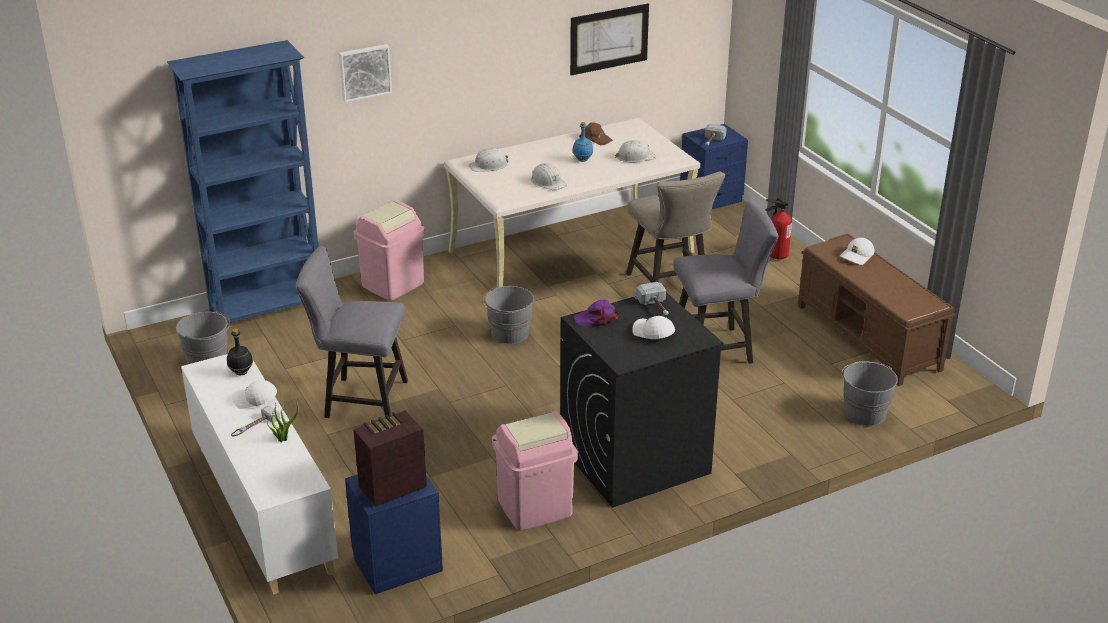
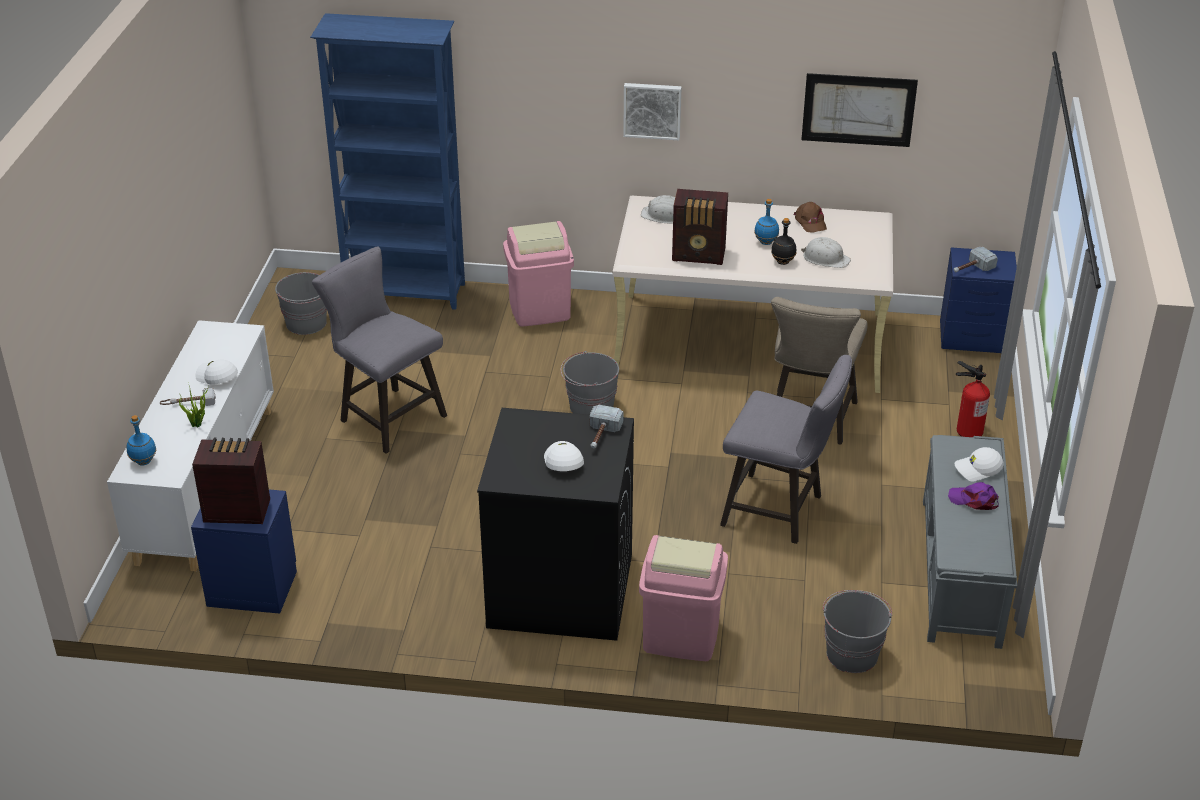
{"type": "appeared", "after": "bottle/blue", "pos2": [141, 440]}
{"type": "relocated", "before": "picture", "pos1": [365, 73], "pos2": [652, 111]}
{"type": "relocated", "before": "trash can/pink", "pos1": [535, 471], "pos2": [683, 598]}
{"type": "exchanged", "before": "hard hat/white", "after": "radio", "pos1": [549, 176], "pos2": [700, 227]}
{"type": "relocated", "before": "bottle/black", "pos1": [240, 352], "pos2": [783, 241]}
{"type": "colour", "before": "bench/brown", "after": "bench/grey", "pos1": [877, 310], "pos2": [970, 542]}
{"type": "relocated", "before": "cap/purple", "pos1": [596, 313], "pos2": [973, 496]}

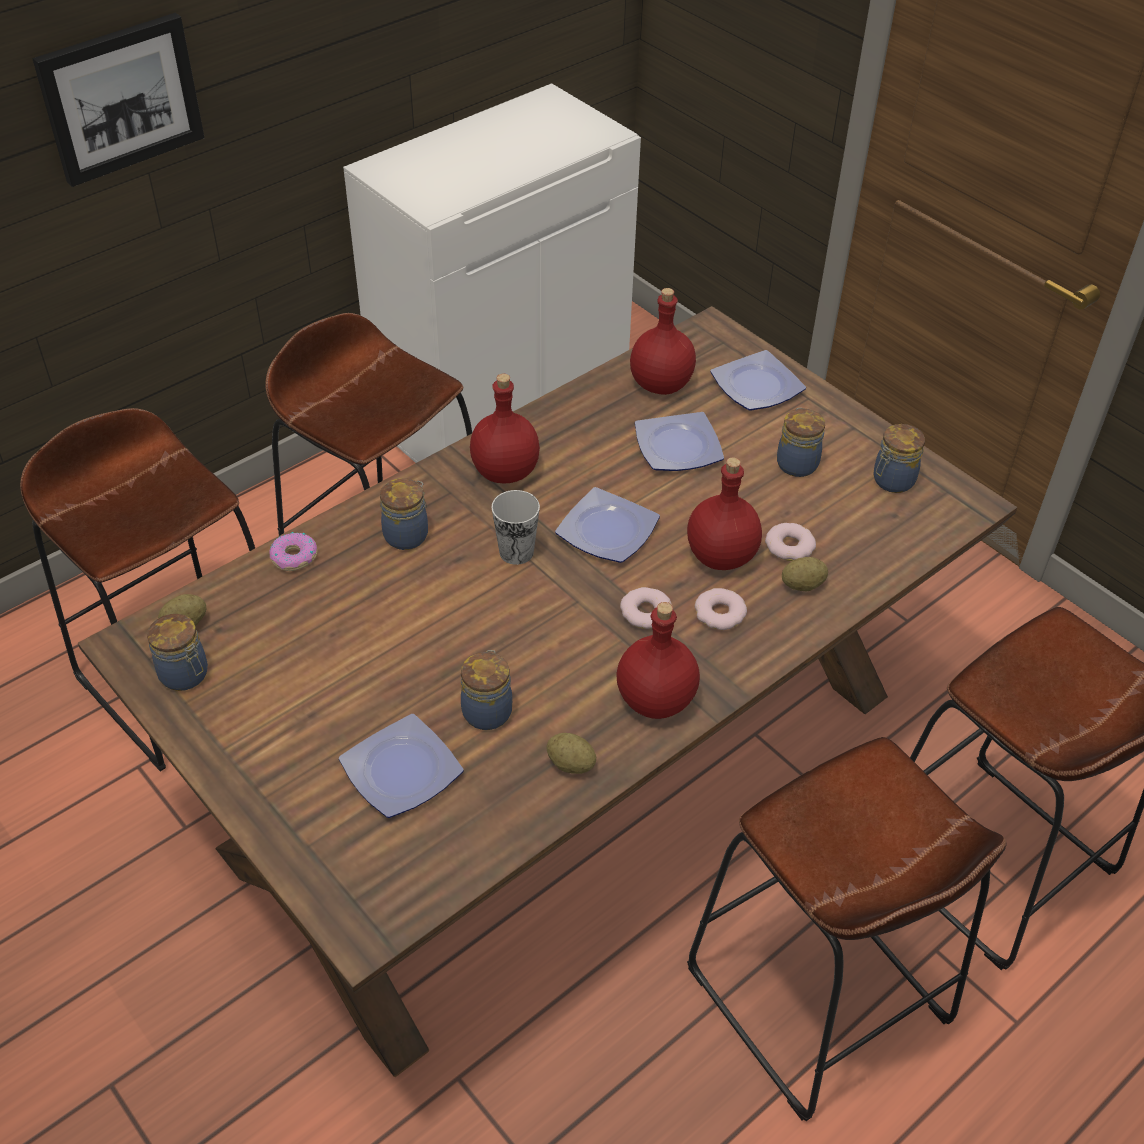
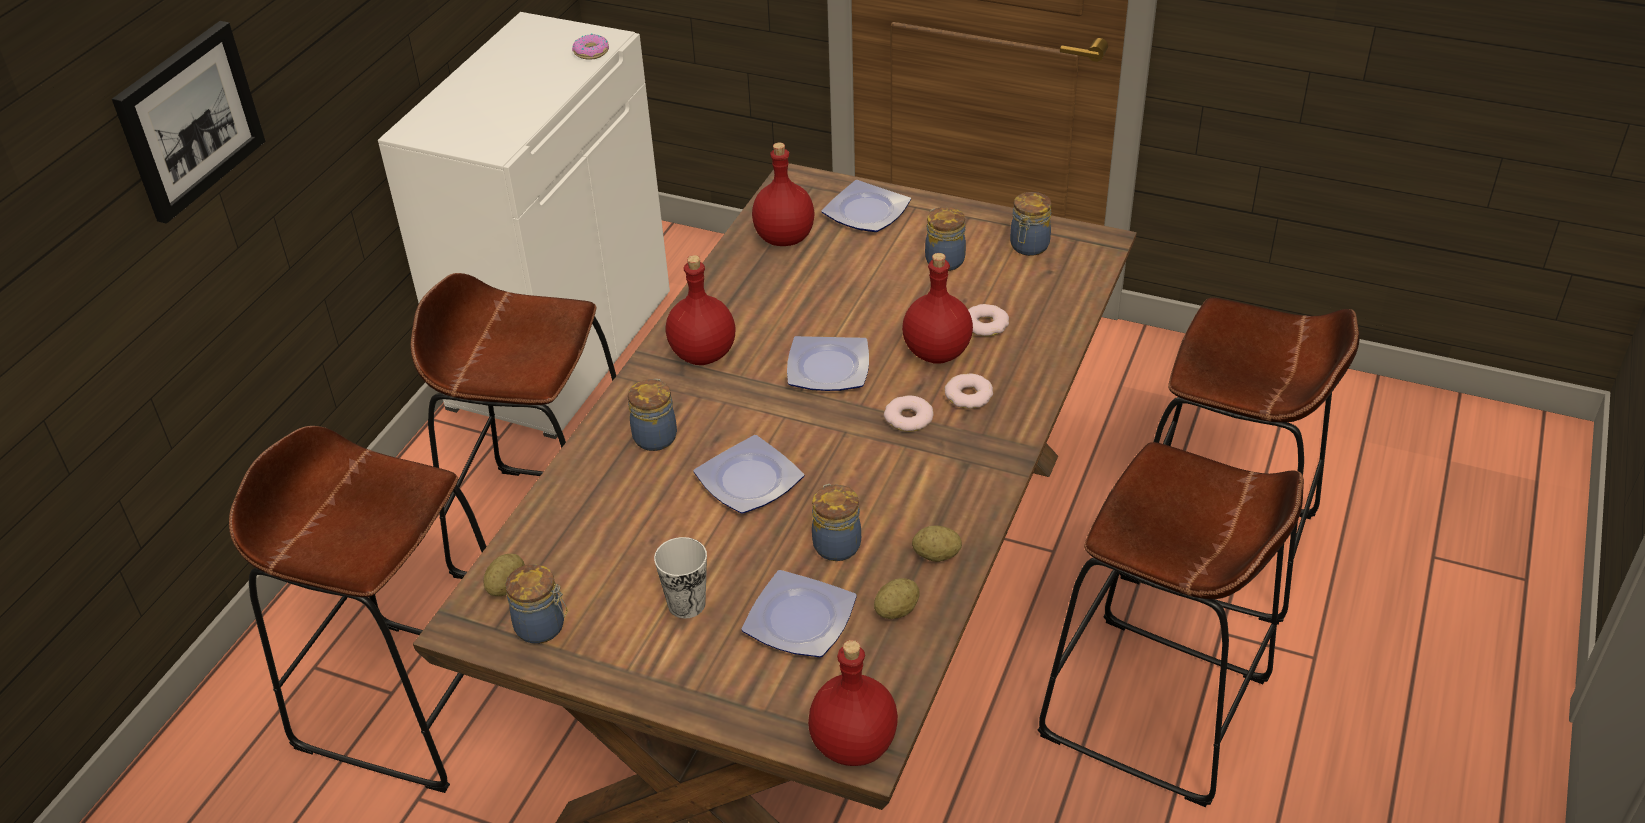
{"type": "relocated", "before": "donut", "pos1": [293, 551], "pos2": [590, 47]}
{"type": "relocated", "before": "cup", "pos1": [516, 527], "pos2": [680, 578]}
{"type": "relocated", "before": "plate", "pos1": [679, 441], "pos2": [749, 474]}
{"type": "relocated", "before": "bottle/red", "pos1": [658, 660], "pos2": [853, 703]}
{"type": "relocated", "before": "potato", "pos1": [805, 574], "pos2": [897, 598]}

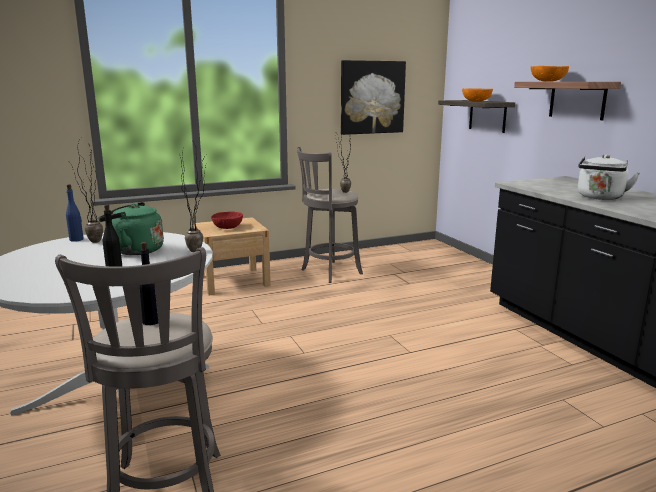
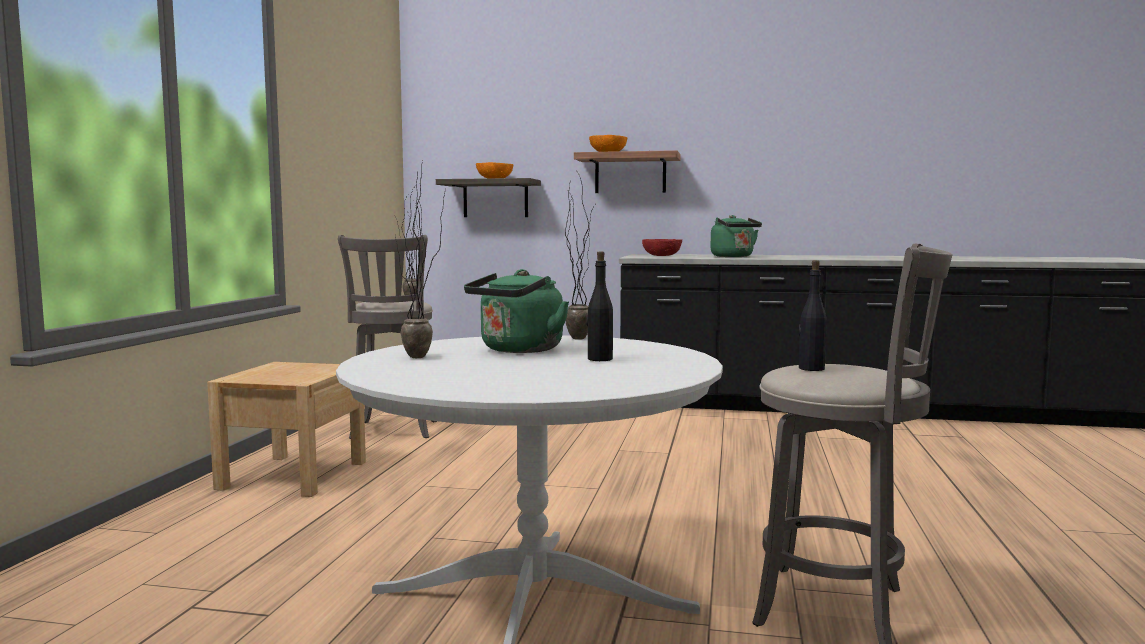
{"type": "relocated", "before": "bowl/red", "pos1": [227, 220], "pos2": [662, 247]}
{"type": "colour", "before": "kettle/white", "after": "kettle/green", "pos1": [609, 177], "pos2": [736, 236]}
{"type": "missing", "before": "bottle/blue", "pos1": [75, 213]}
{"type": "missing", "before": "picture", "pos1": [373, 97]}

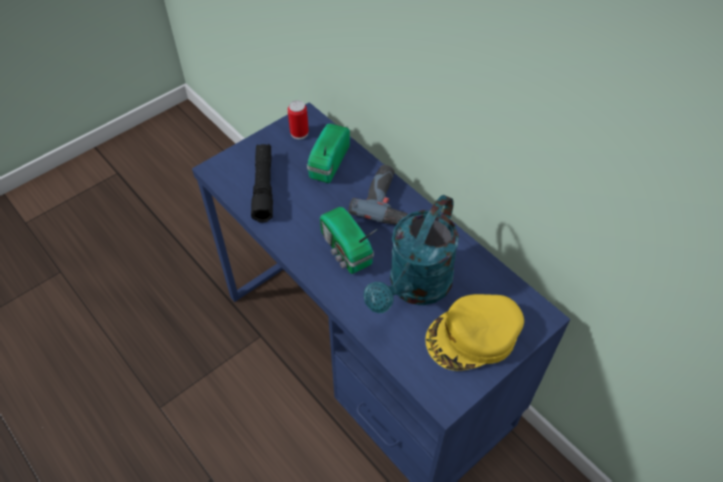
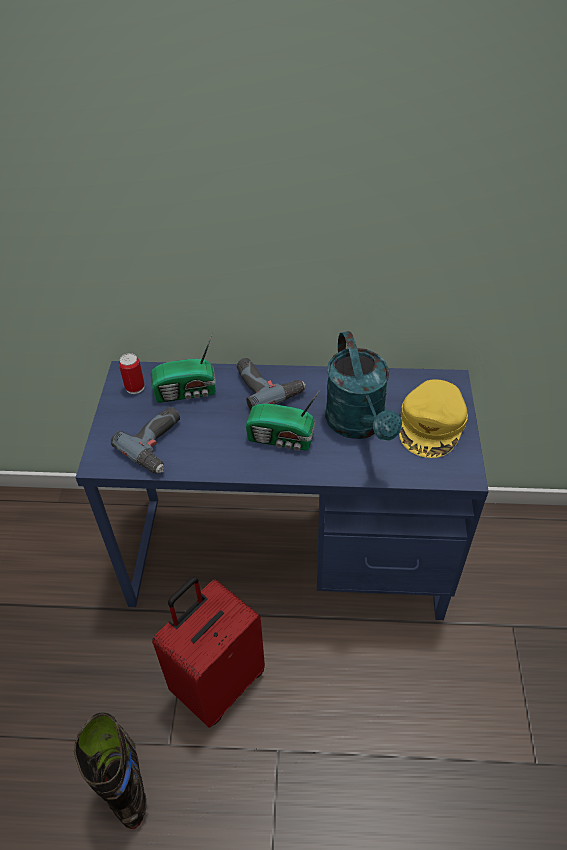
{"type": "appeared", "after": "boot/black", "pos2": [110, 770]}
{"type": "exchanged", "before": "flashlight/black", "after": "power drill", "pos1": [262, 183], "pos2": [145, 440]}
{"type": "spun", "before": "radio", "pos1": [328, 153], "pos2": [183, 368], "turn": -75}
{"type": "appeared", "after": "suitcase/red", "pos2": [208, 652]}

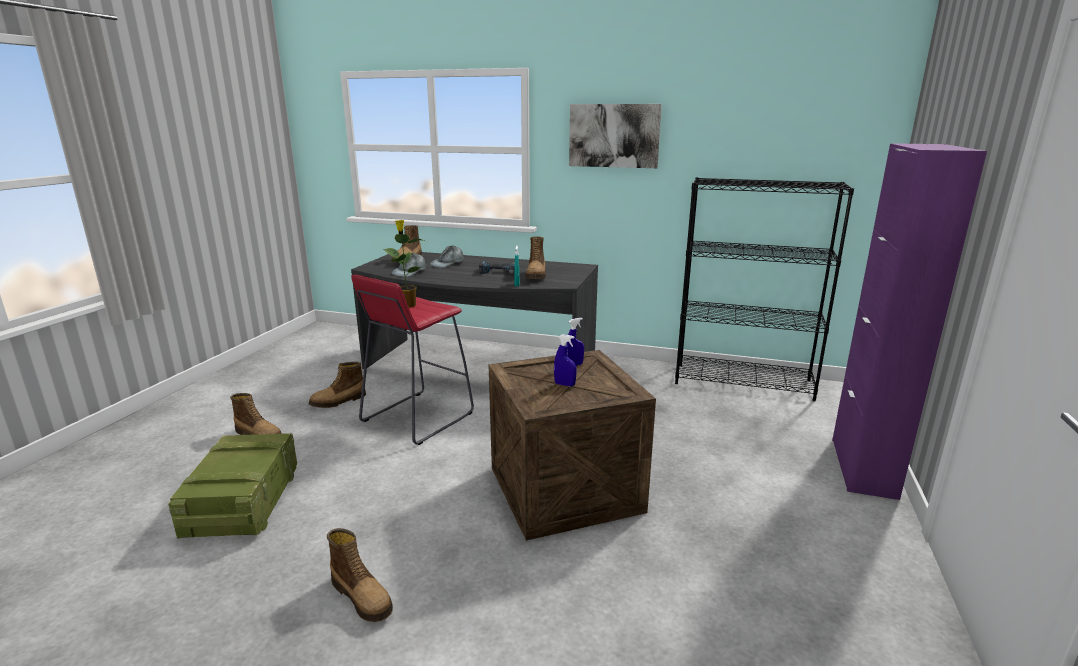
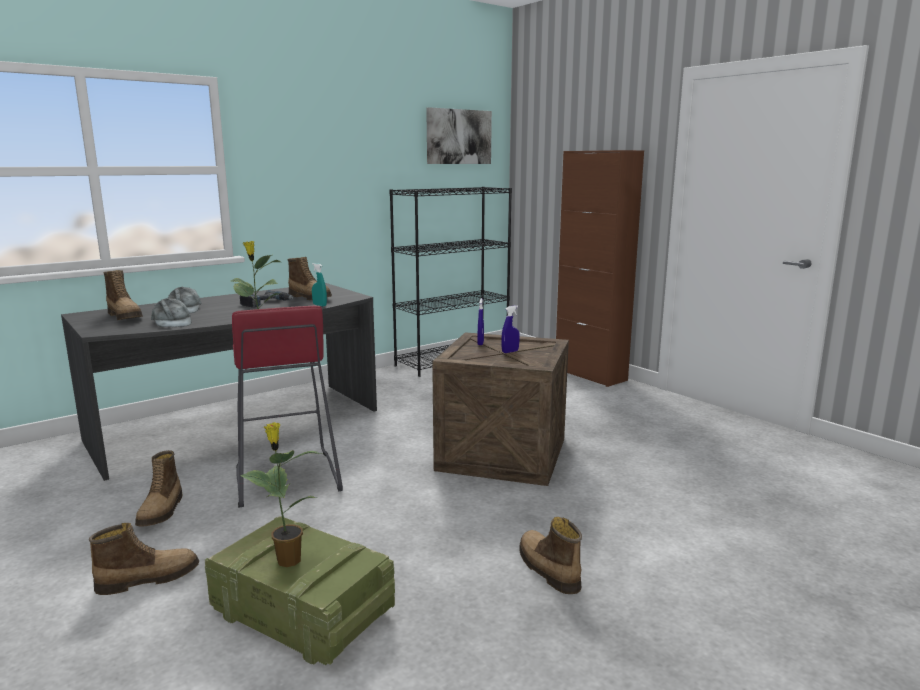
{"type": "appeared", "after": "potted plant", "pos2": [280, 494]}
{"type": "relocated", "before": "picture", "pos1": [615, 136], "pos2": [459, 135]}
{"type": "spun", "before": "boot", "pos1": [360, 575], "pos2": [550, 555], "turn": -105}
{"type": "colour", "before": "cabinet/purple", "after": "cabinet/brown", "pos1": [909, 321], "pos2": [600, 268]}

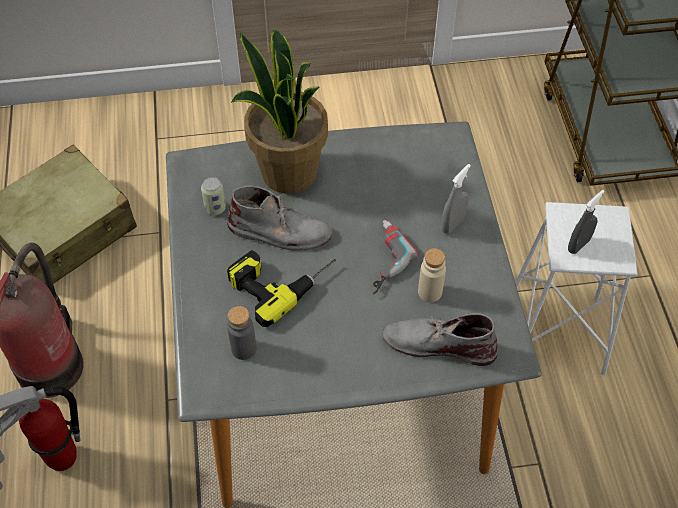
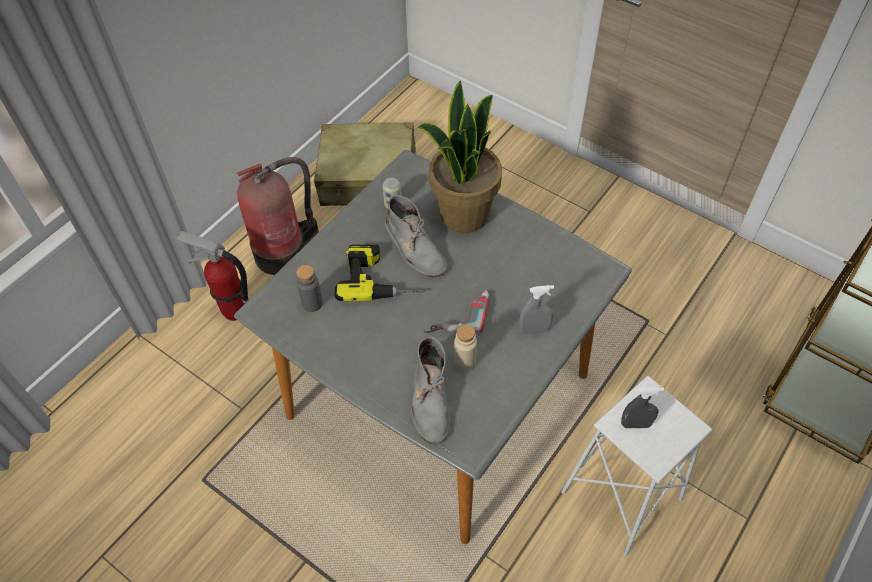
{"type": "spun", "before": "boot/grey", "pos1": [440, 339], "pos2": [431, 390], "turn": -150}

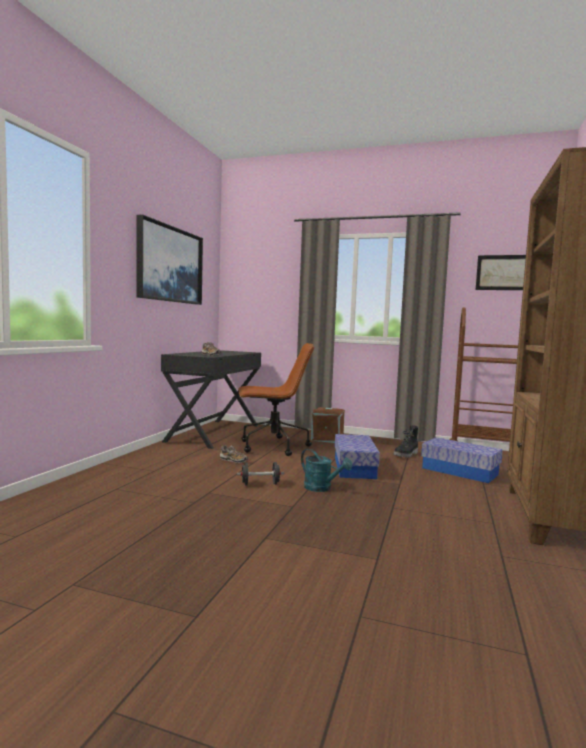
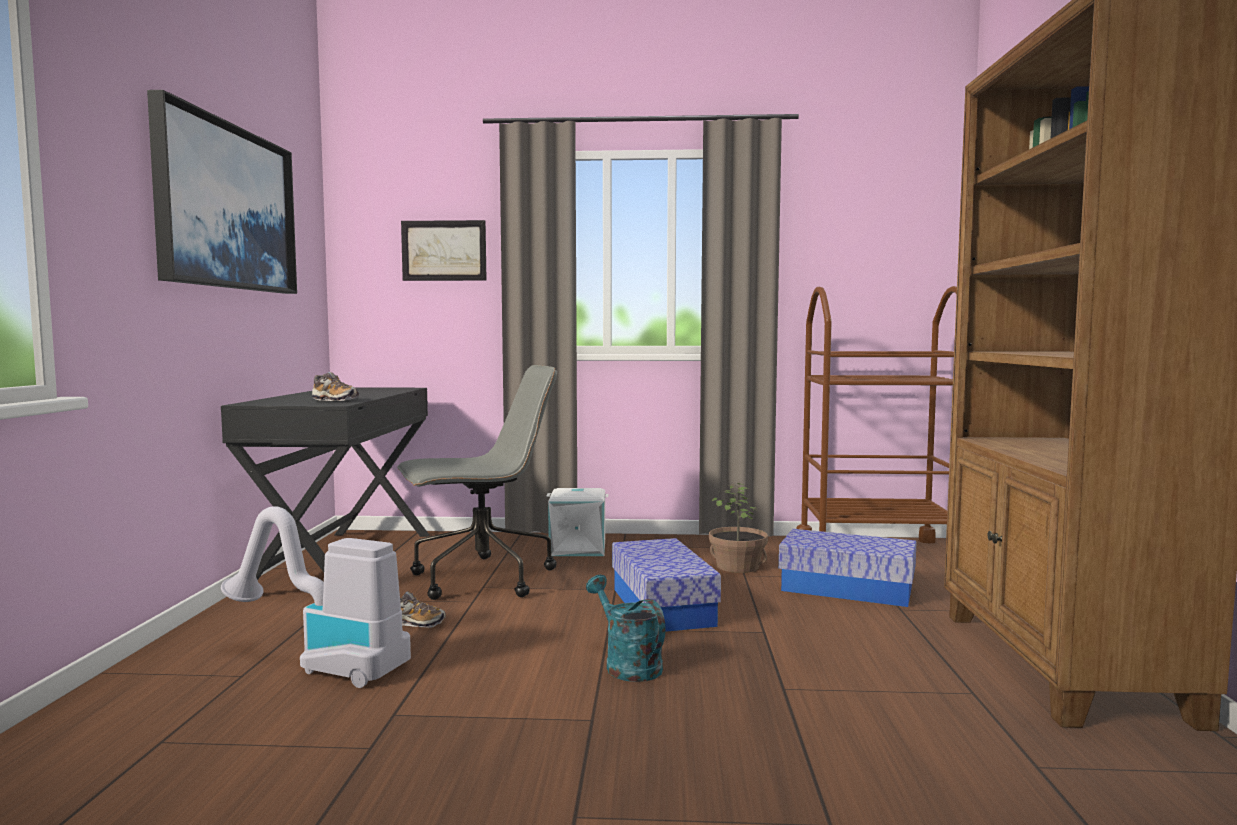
{"type": "appeared", "after": "vacuum cleaner", "pos2": [316, 597]}
{"type": "colour", "before": "office chair/brown", "after": "office chair/grey", "pos1": [276, 399], "pos2": [477, 482]}
{"type": "relocated", "before": "picture", "pos1": [501, 272], "pos2": [444, 250]}
{"type": "colour", "before": "storage box/brown", "after": "storage box/white", "pos1": [328, 425], "pos2": [577, 522]}
{"type": "spun", "before": "watering can/turquoise", "pos1": [326, 470], "pos2": [625, 628], "turn": -150}
{"type": "exchanged", "before": "boot/black", "after": "potted plant", "pos1": [405, 441], "pos2": [738, 527]}
{"type": "missing", "before": "dumbbell/black", "pos1": [260, 473]}

